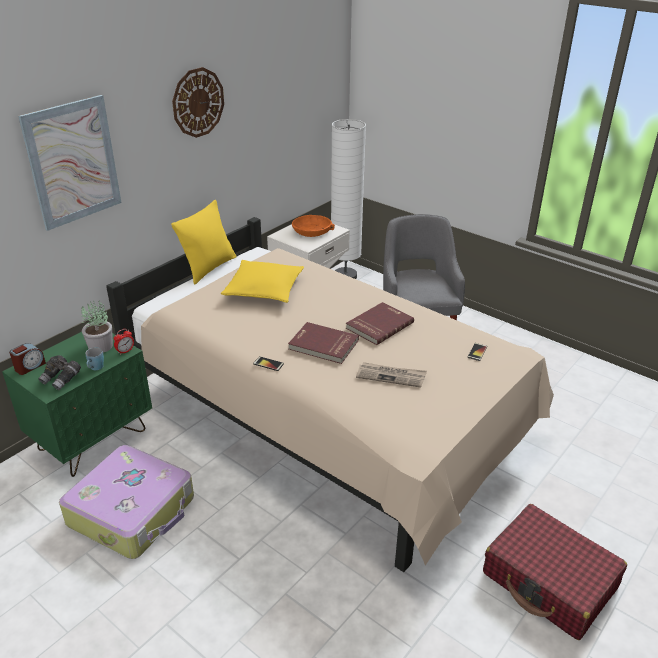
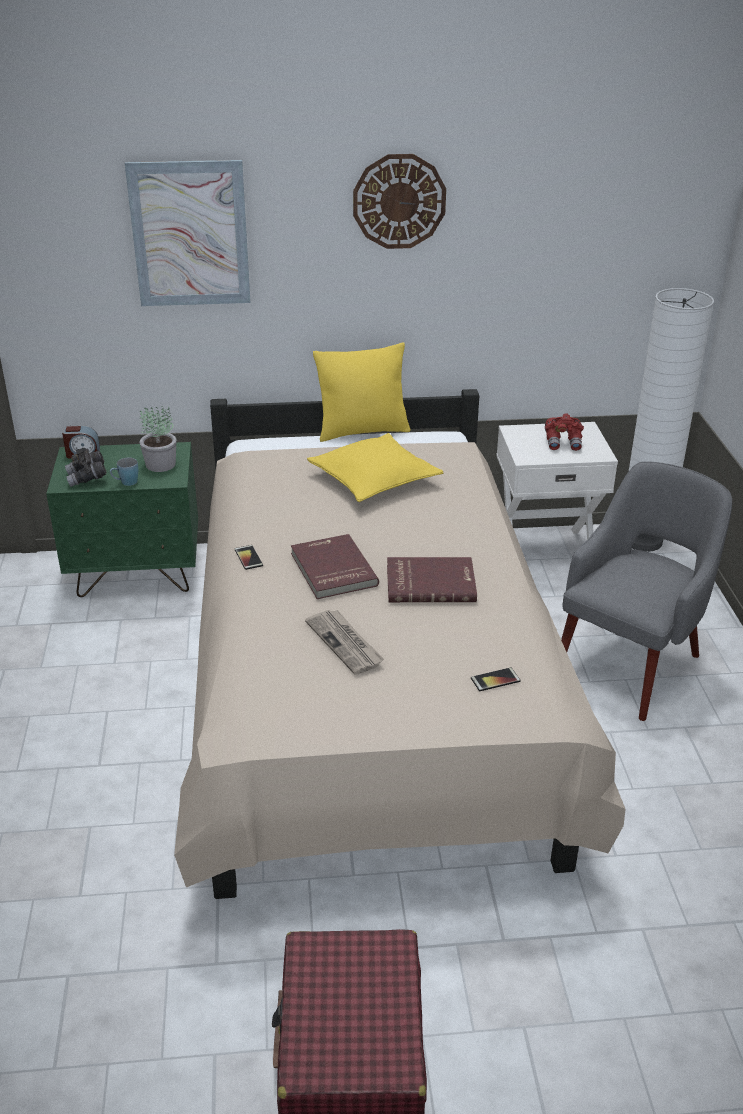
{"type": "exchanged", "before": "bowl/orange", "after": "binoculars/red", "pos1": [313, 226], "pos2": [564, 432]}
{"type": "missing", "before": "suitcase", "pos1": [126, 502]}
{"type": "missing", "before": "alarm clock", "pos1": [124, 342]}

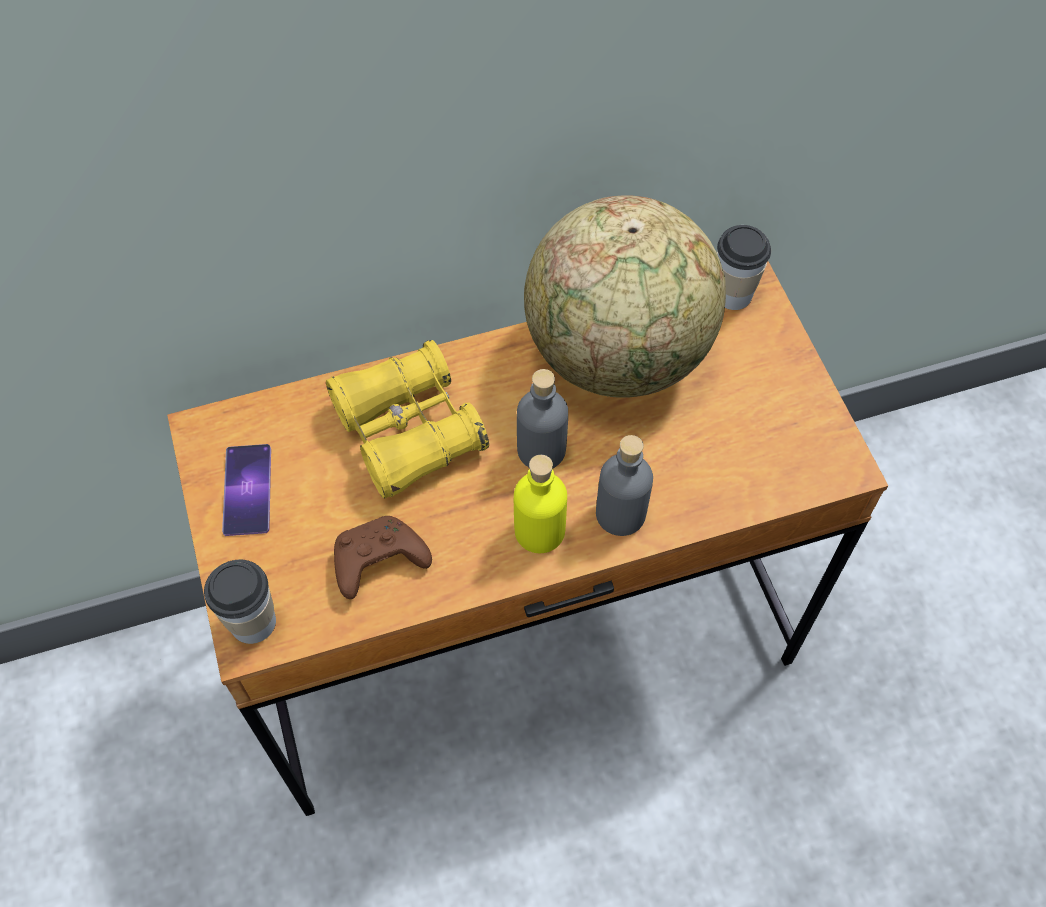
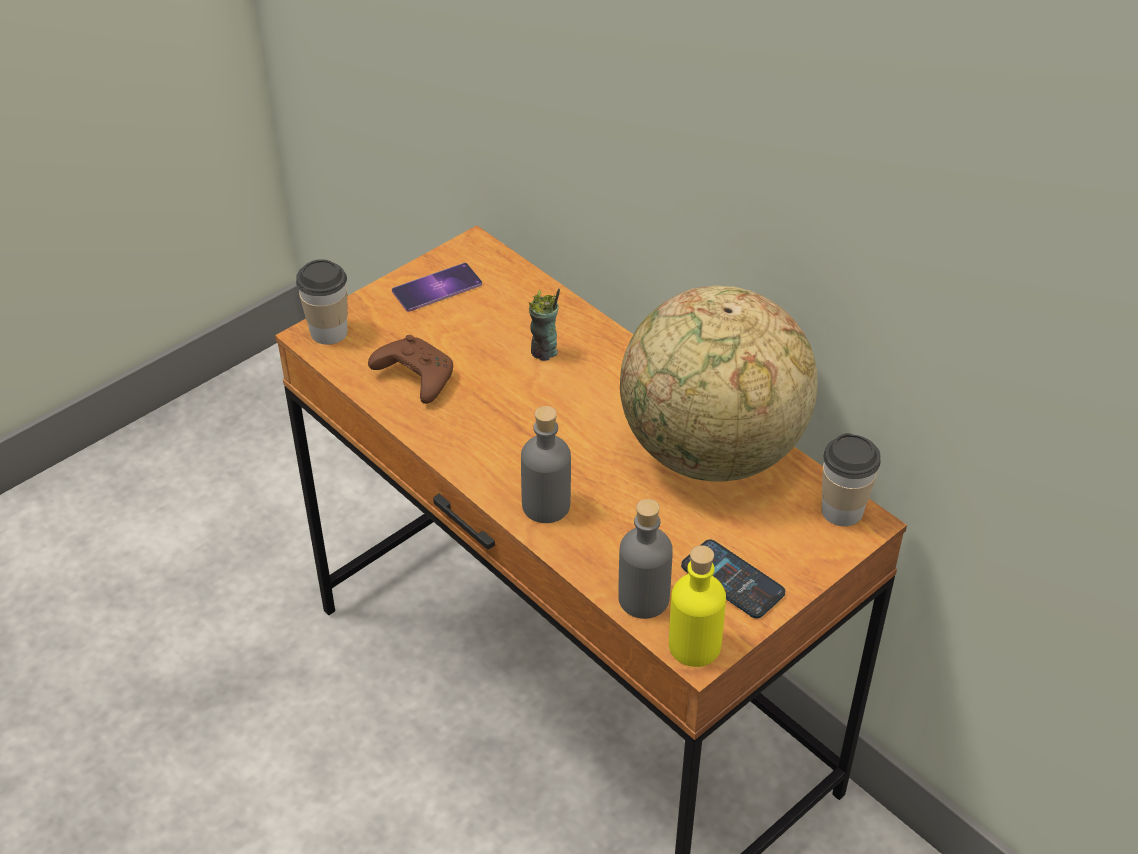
{"type": "exchanged", "before": "binoculars/yellow", "after": "cup", "pos1": [407, 419], "pos2": [544, 324]}
{"type": "relocated", "before": "bottle/grey", "pos1": [542, 418], "pos2": [645, 559]}
{"type": "relocated", "before": "bottle/yellow", "pos1": [540, 504], "pos2": [697, 606]}
{"type": "appeared", "after": "phone", "pos2": [733, 579]}

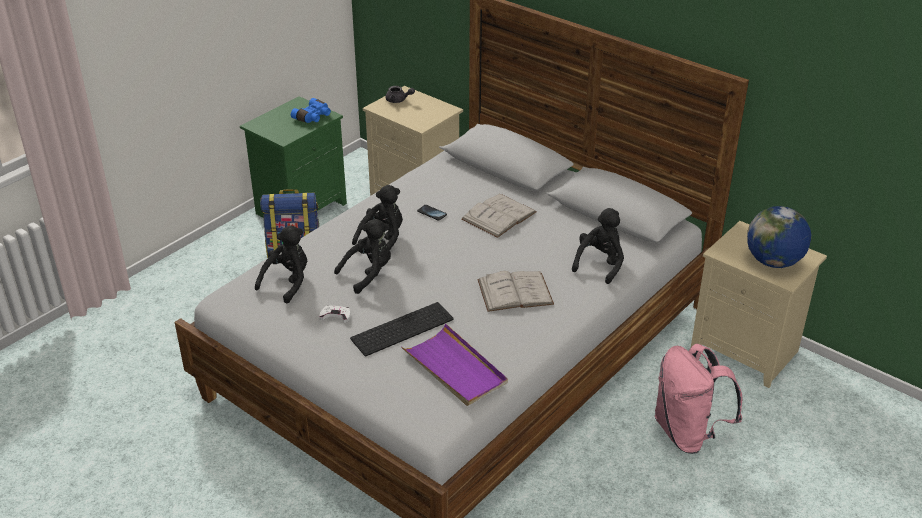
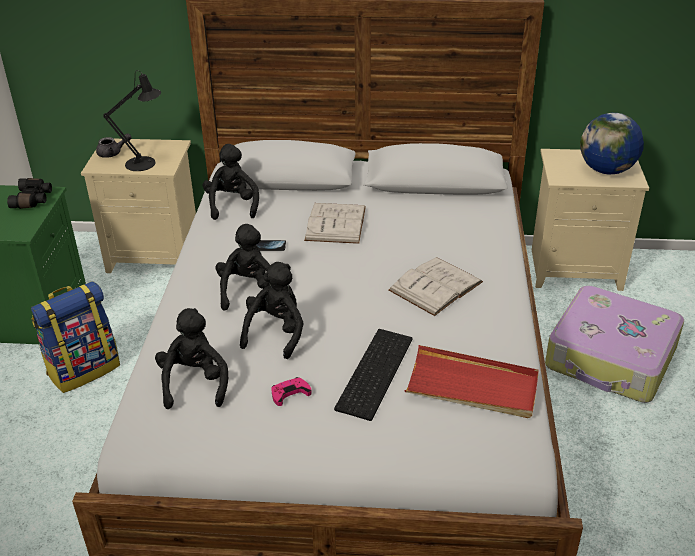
{"type": "colour", "before": "binoculars/blue", "after": "binoculars/black", "pos1": [311, 110], "pos2": [29, 193]}
{"type": "appeared", "after": "table lamp/black", "pos2": [132, 120]}
{"type": "relocated", "before": "plush toy/black", "pos1": [598, 246], "pos2": [231, 182]}
{"type": "colour", "before": "game controller/white", "after": "game controller/pink", "pos1": [334, 314], "pos2": [292, 391]}
{"type": "colour", "before": "tray/purple", "after": "tray/red", "pos1": [454, 365], "pos2": [472, 381]}
{"type": "exchanged", "before": "backpack/pink", "after": "suitcase", "pos1": [698, 399], "pos2": [614, 344]}

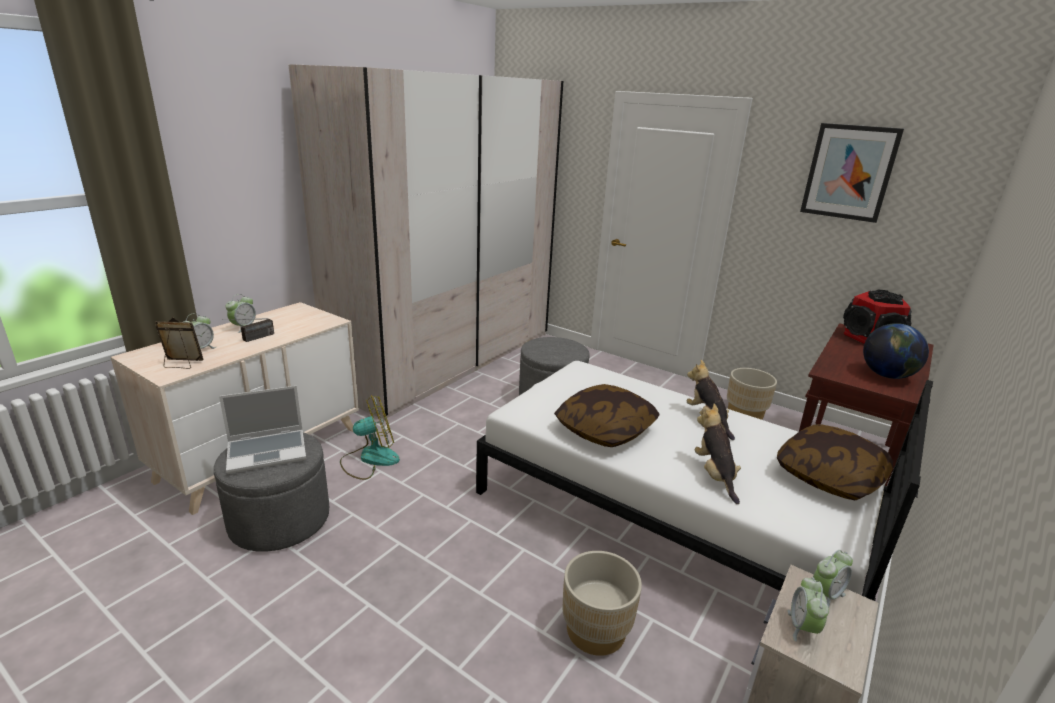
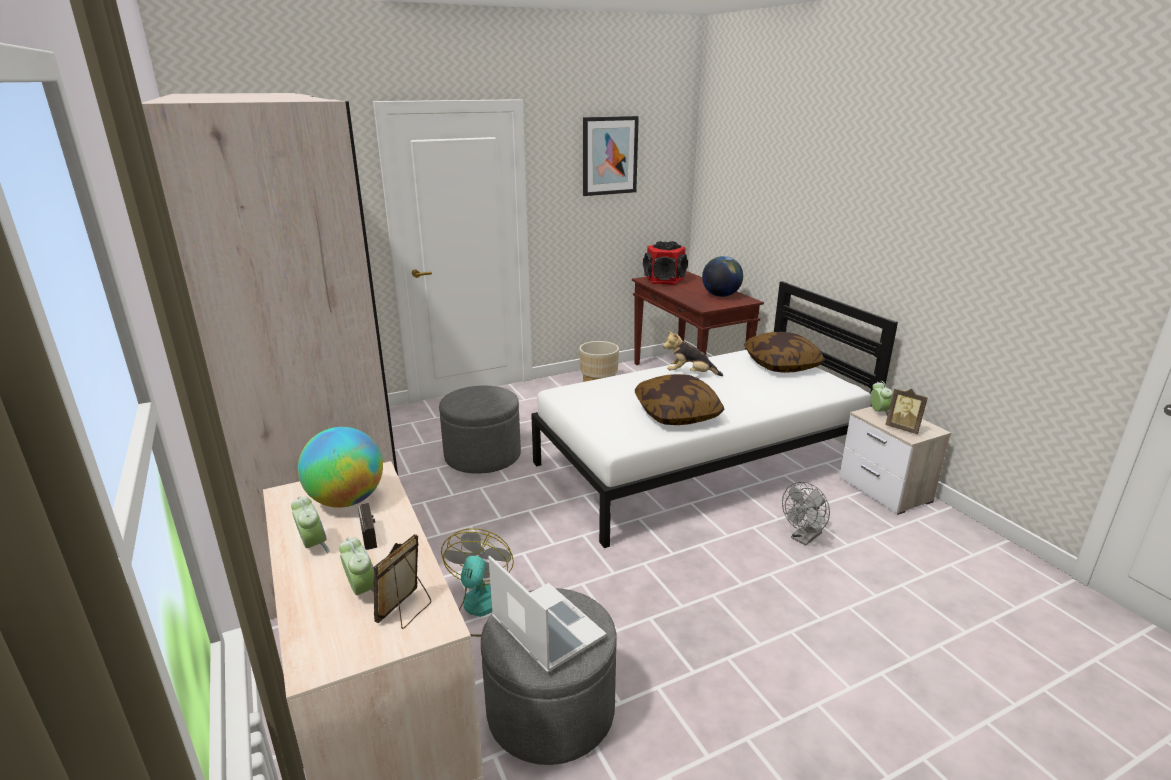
{"type": "appeared", "after": "globe", "pos2": [340, 467]}
{"type": "spun", "before": "laptop", "pos1": [262, 429], "pos2": [547, 614], "turn": -45}
{"type": "exchanged", "before": "planter/beige", "after": "fan/grey", "pos1": [602, 603], "pos2": [806, 513]}
{"type": "exchanged", "before": "alarm clock", "after": "picture frame", "pos1": [808, 609], "pos2": [906, 411]}
{"type": "missing", "before": "plush toy", "pos1": [718, 454]}

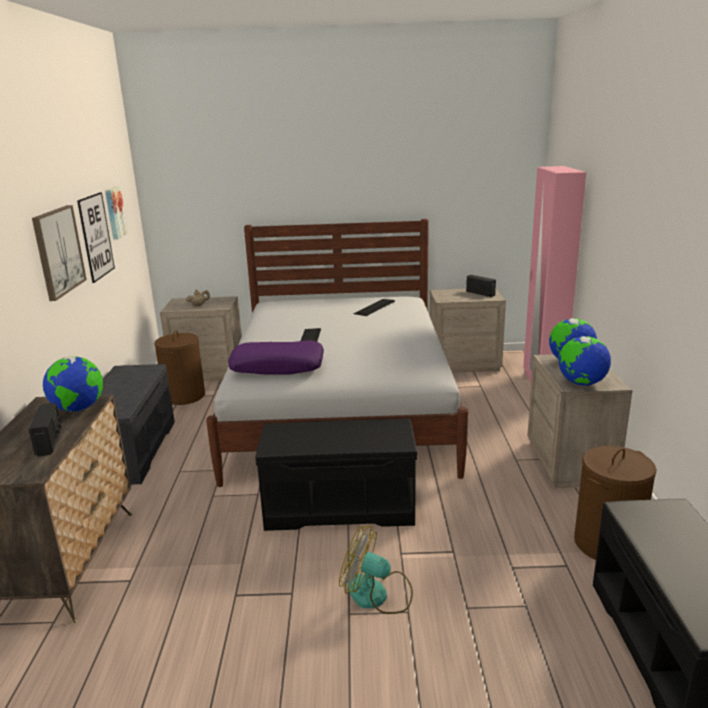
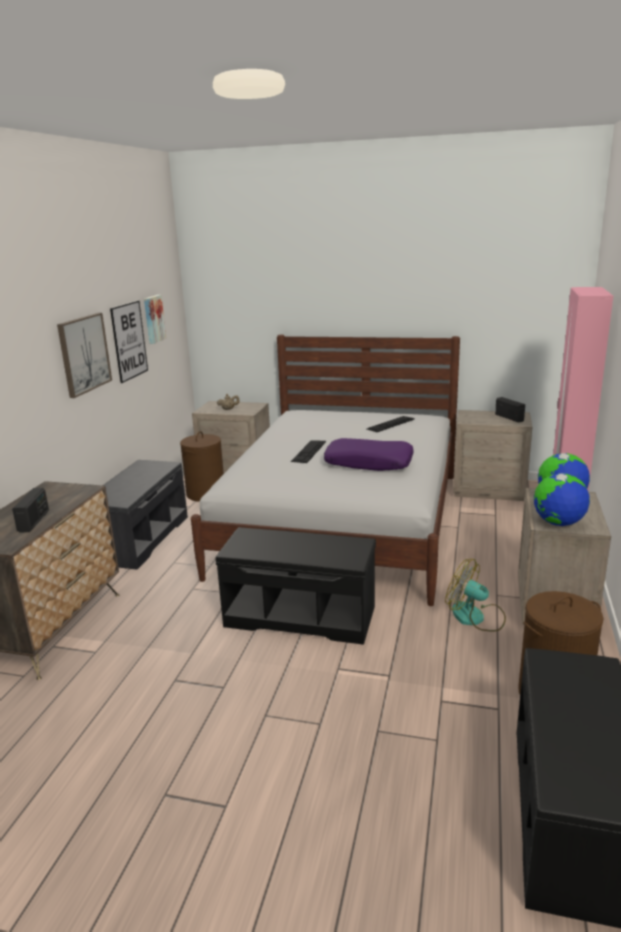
{"type": "relocated", "before": "pillow/purple", "pos1": [276, 358], "pos2": [369, 454]}
{"type": "relocated", "before": "fan", "pos1": [376, 569], "pos2": [475, 595]}
{"type": "missing", "before": "globe", "pos1": [73, 384]}

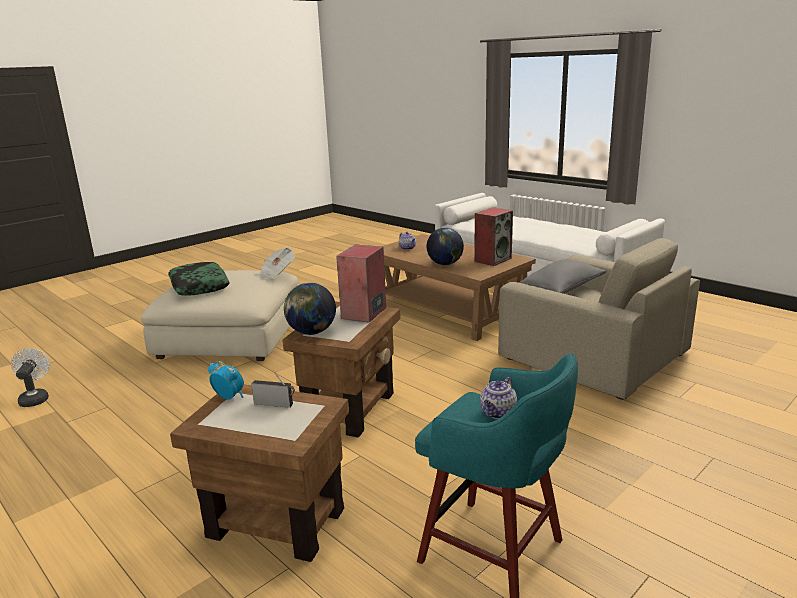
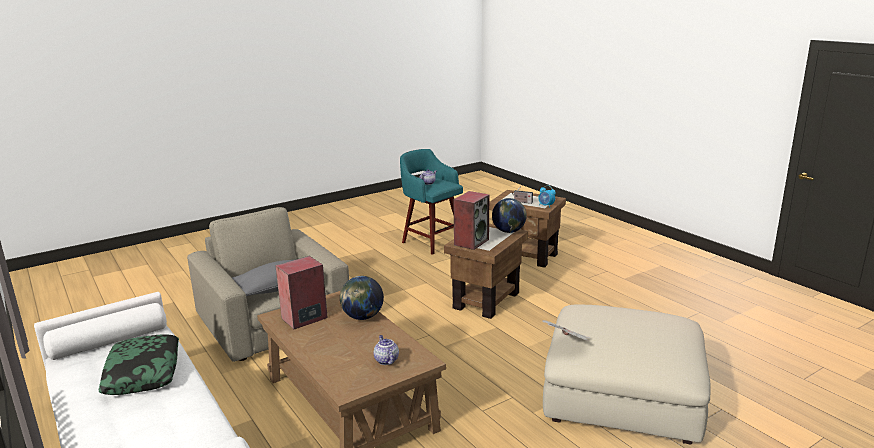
{"type": "relocated", "before": "pillow", "pos1": [199, 279], "pos2": [138, 364]}
{"type": "missing", "before": "fan/white", "pos1": [30, 377]}

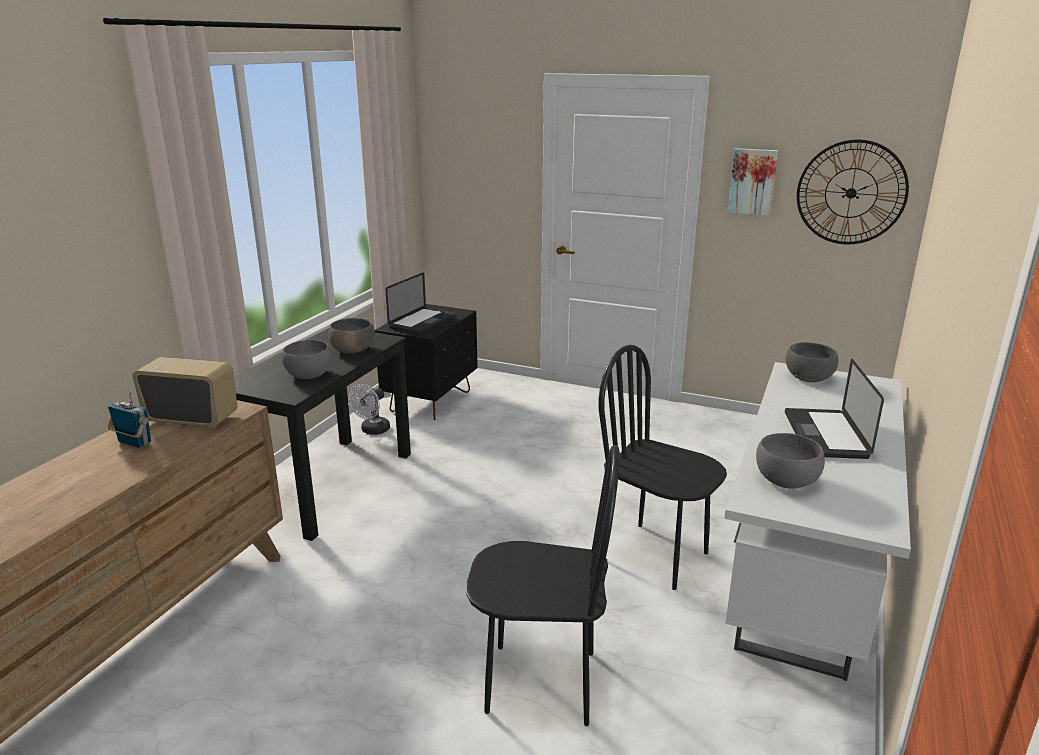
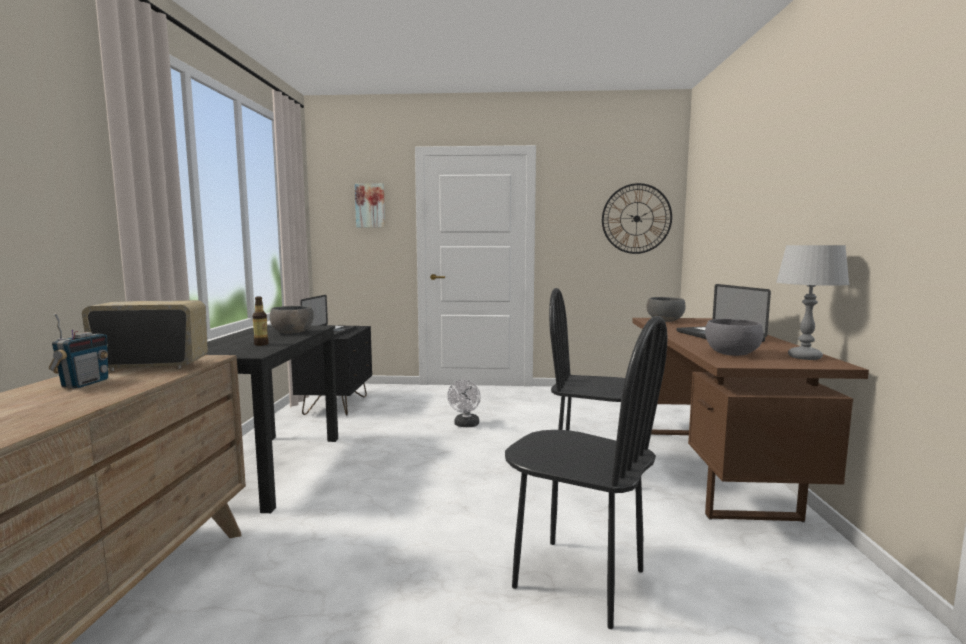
{"type": "spun", "before": "radio", "pos1": [129, 419], "pos2": [78, 350], "turn": 90}
{"type": "exchanged", "before": "bowl/grey", "after": "bottle", "pos1": [306, 359], "pos2": [260, 321]}
{"type": "relocated", "before": "picture", "pos1": [753, 182], "pos2": [370, 205]}
{"type": "relocated", "before": "fan/white", "pos1": [369, 409], "pos2": [464, 403]}
{"type": "spun", "before": "chair/black", "pos1": [543, 585], "pos2": [586, 472], "turn": 45}
{"type": "colour", "before": "desk/white", "after": "desk/brown", "pos1": [817, 521], "pos2": [750, 420]}
{"type": "appeared", "after": "table lamp/grey", "pos2": [813, 302]}

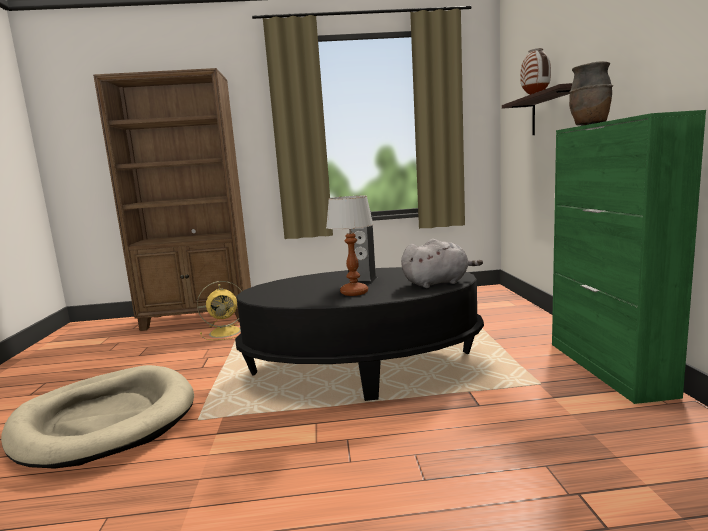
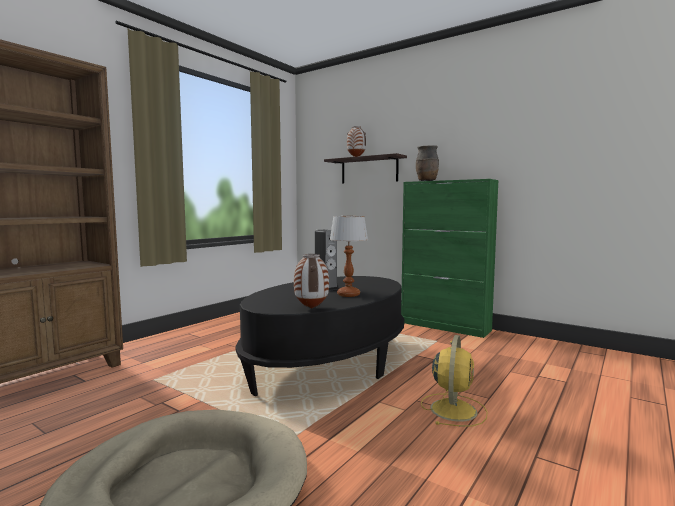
{"type": "appeared", "after": "vase", "pos2": [311, 281]}
{"type": "relocated", "before": "fan/yellow", "pos1": [219, 310], "pos2": [454, 381]}
{"type": "missing", "before": "plush toy/grey", "pos1": [442, 263]}

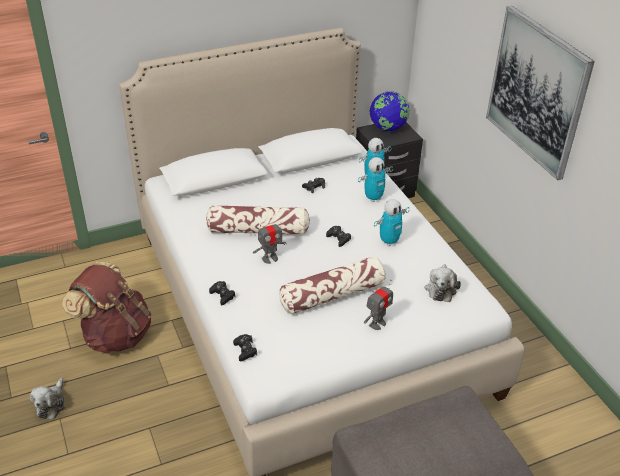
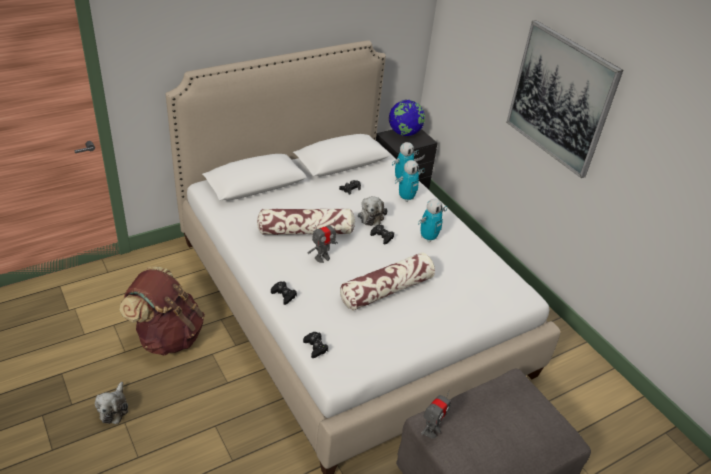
{"type": "relocated", "before": "plush toy", "pos1": [443, 283], "pos2": [372, 211]}
{"type": "relocated", "before": "toy robot", "pos1": [378, 305], "pos2": [436, 413]}

